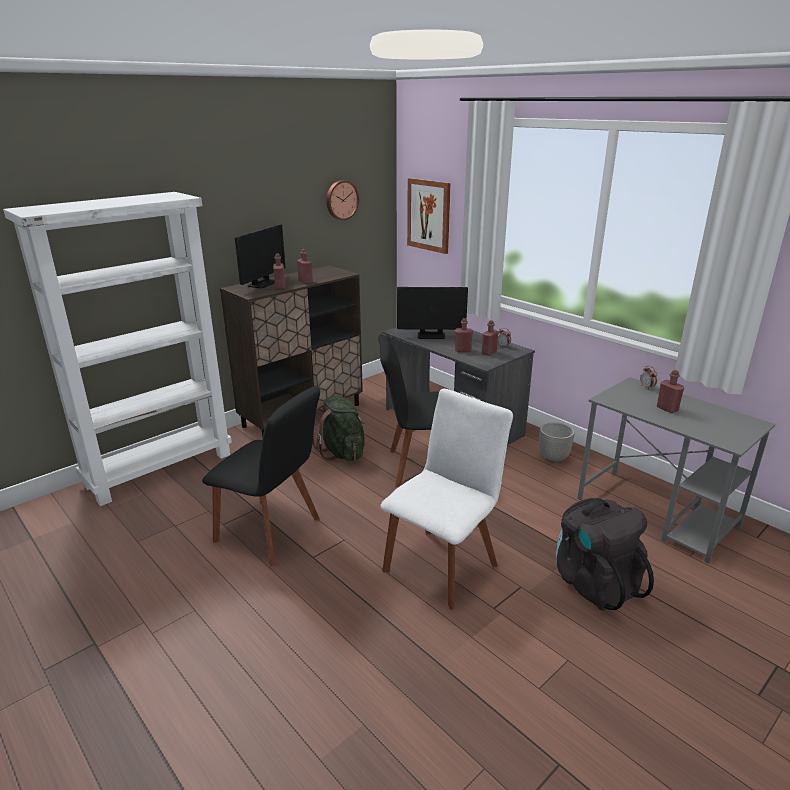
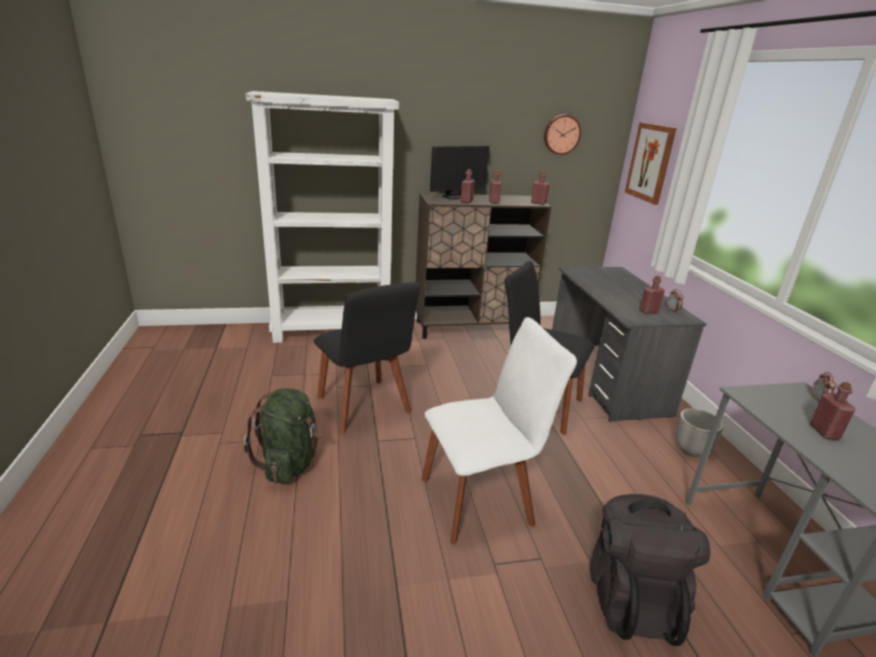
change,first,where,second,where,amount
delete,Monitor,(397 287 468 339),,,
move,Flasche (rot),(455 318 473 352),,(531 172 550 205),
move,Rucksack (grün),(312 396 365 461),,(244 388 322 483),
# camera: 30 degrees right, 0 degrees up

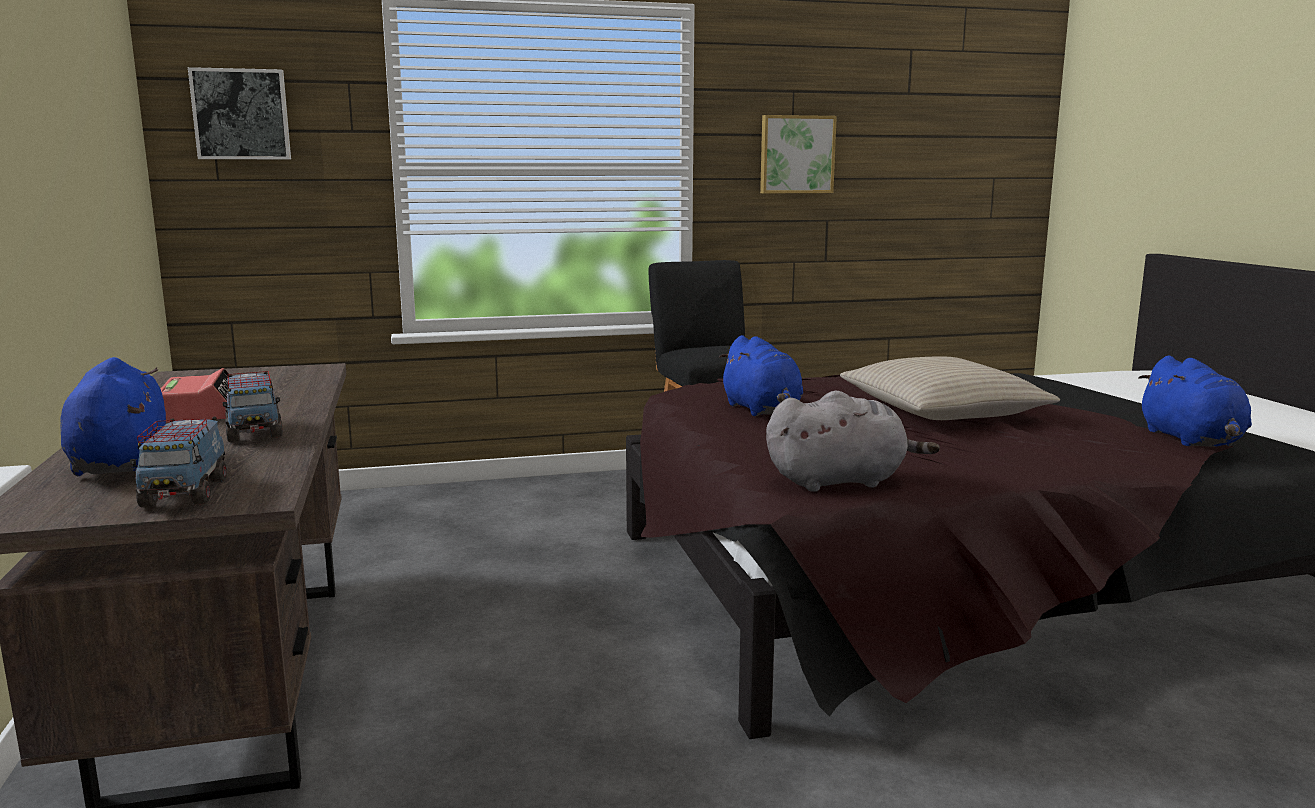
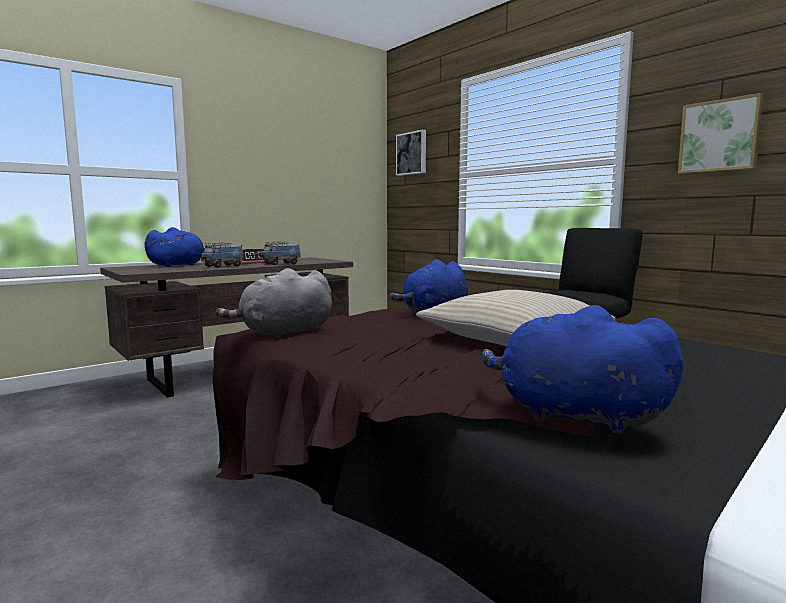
change,first,where,second,where,amount
rotate,Plüschtier (blau),(1138 356 1252 447),,(481 305 683 433),60 degrees clockwise
rotate,Plüschtier (grau),(766 391 940 492),,(216 268 332 339),90 degrees clockwise
move,Spielzeuglaster,(130 416 227 508),,(260 242 301 265),
# camera: 65 degrees right, 5 degrees down

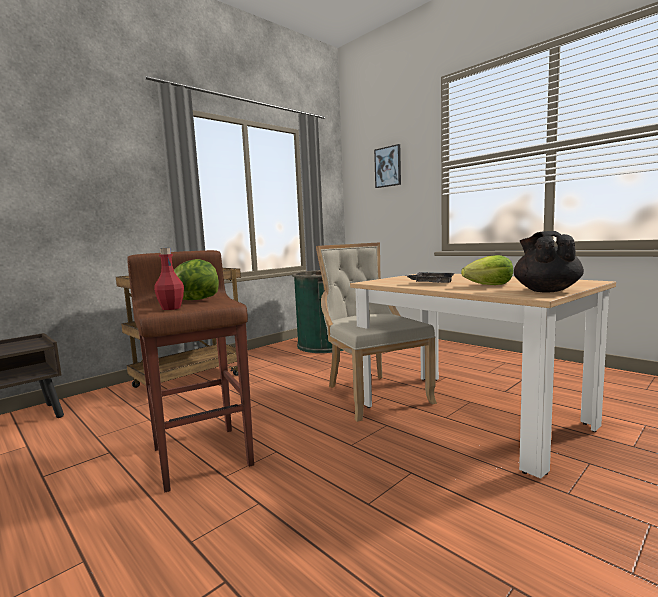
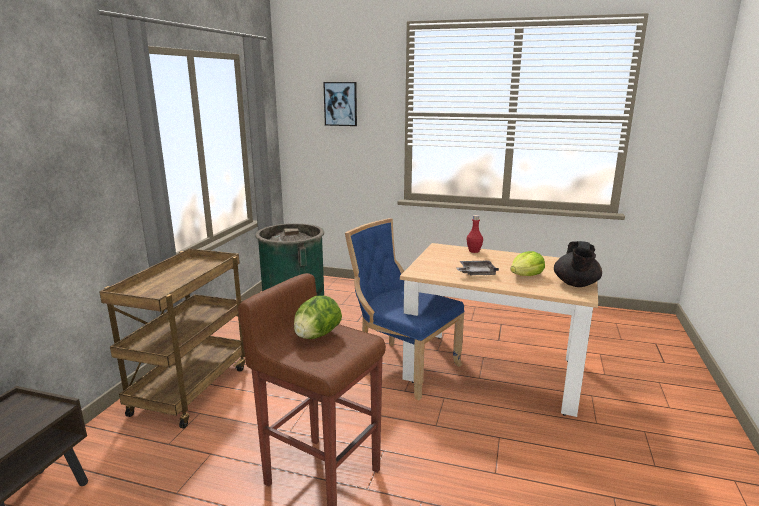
change,first,where,second,where,amount
rotate,Teekanne (schwarz),(514 231 584 293),,(554 241 602 287),135 degrees counterclockwise
recolor,Stuhl (beige),(316 243 437 422),Stuhl (blau),(345 218 465 400),
move,Flasche (rot),(154 248 184 310),,(466 215 483 253),
# camera: 30 degrees left, 10 degrees up

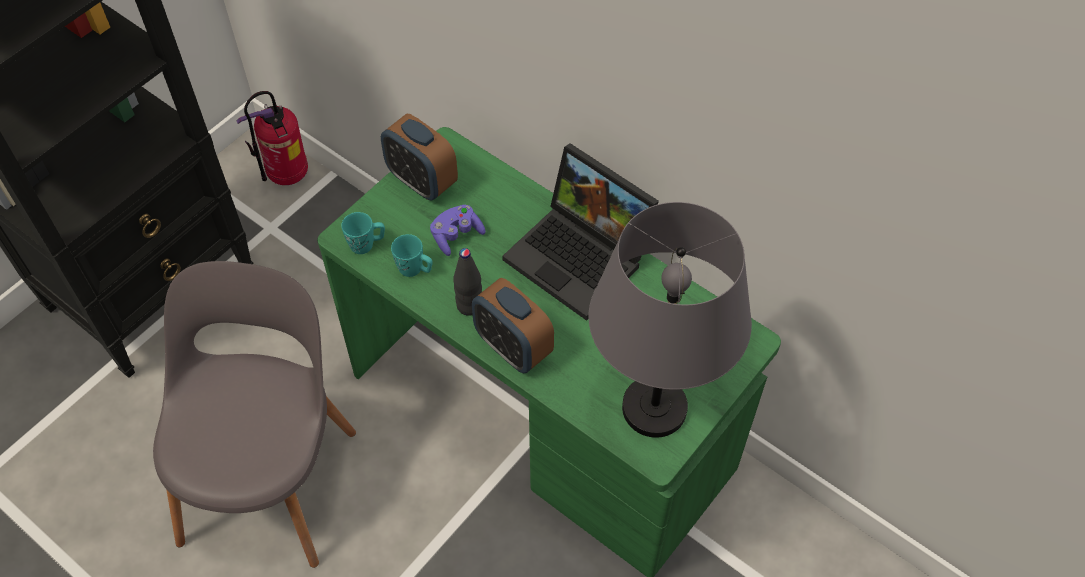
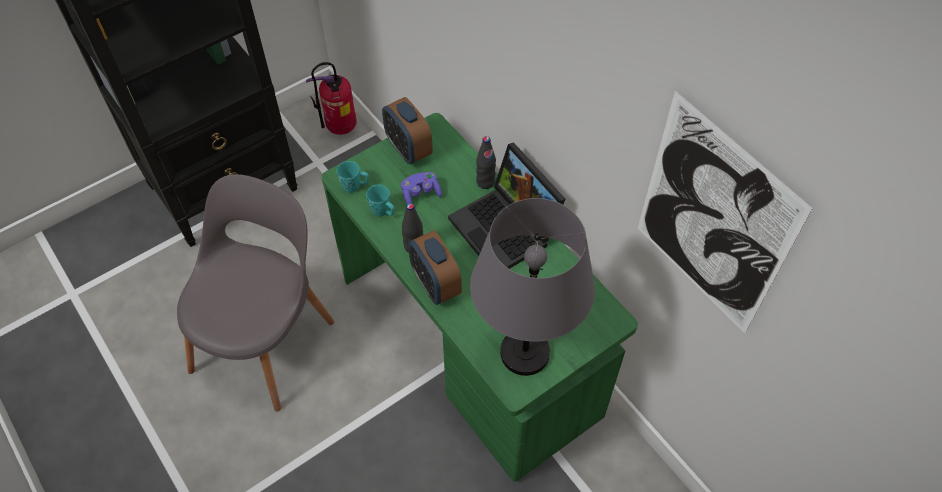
change,first,where,second,where,amount
insert,,,Bild,(638 91 813 333),
insert,,,Flasche (schwarz),(476 136 496 189),
# camera: 15 degrees right, 0 degrees up

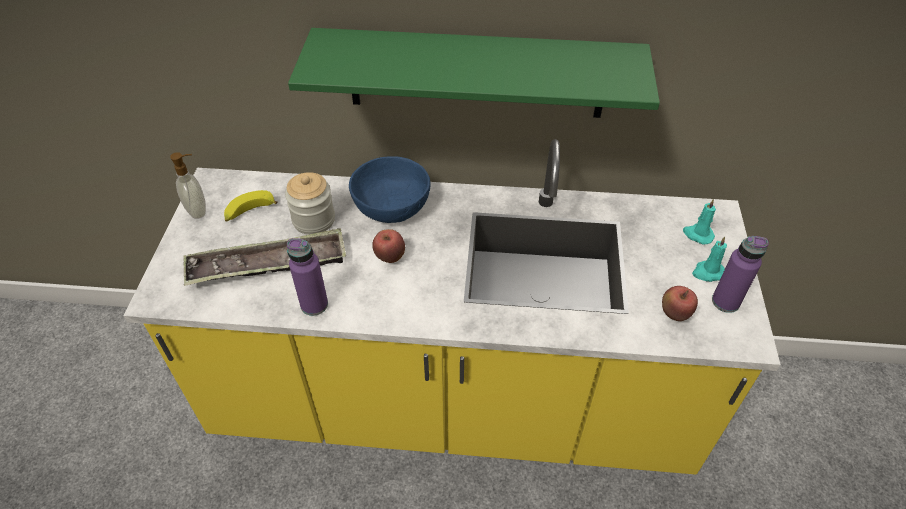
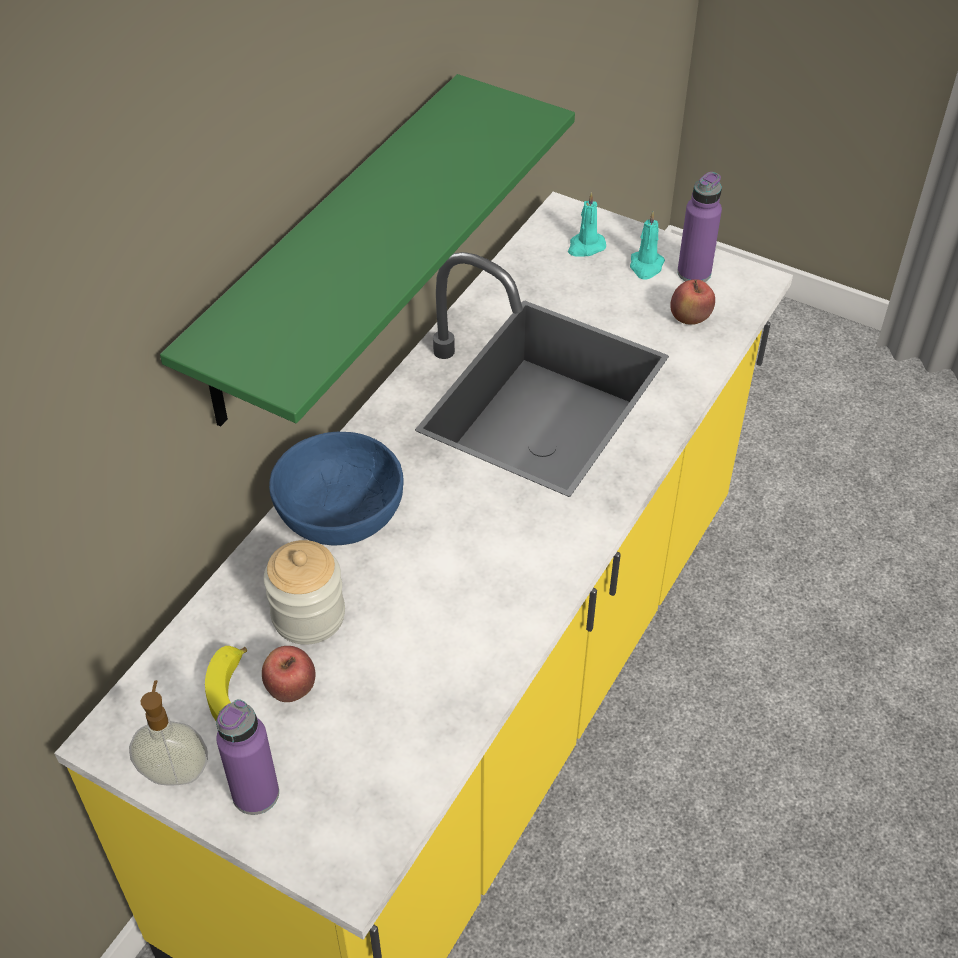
change,first,where,second,where,amount
delete,Tablett,(183 228 346 286),,,
move,Apfel,(372 229 405 263),,(262 646 315 702),
move,Flasche (lila),(287 238 328 316),,(216 699 279 815),
# camera: 65 degrees left, 0 degrees up

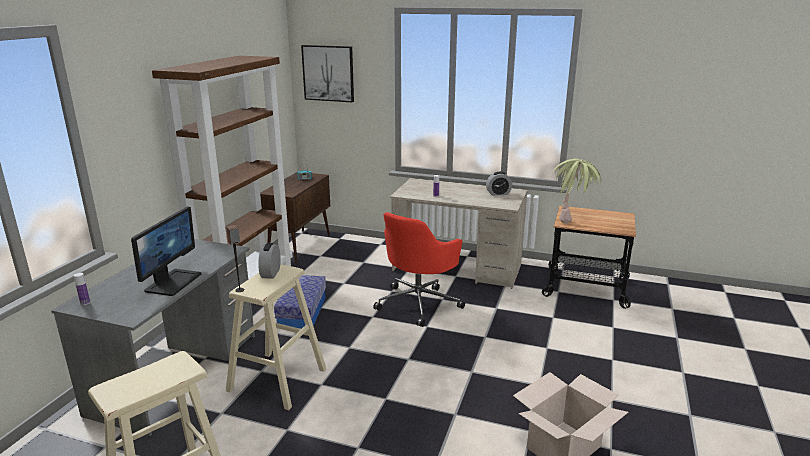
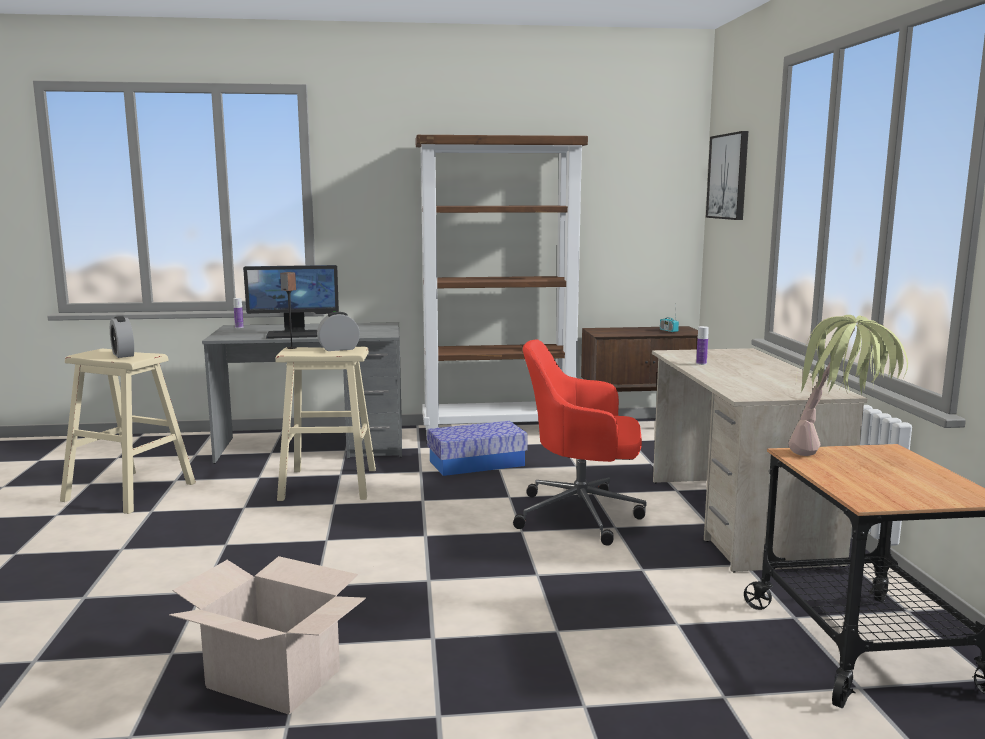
change,first,where,second,where,amount
move,Wecker,(486 172 512 196),,(110 316 134 358),
# camera: 65 degrees right, 10 degrees down

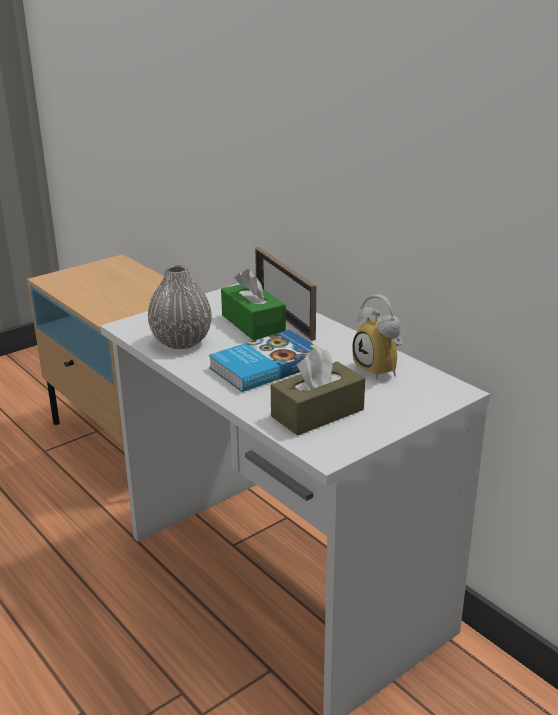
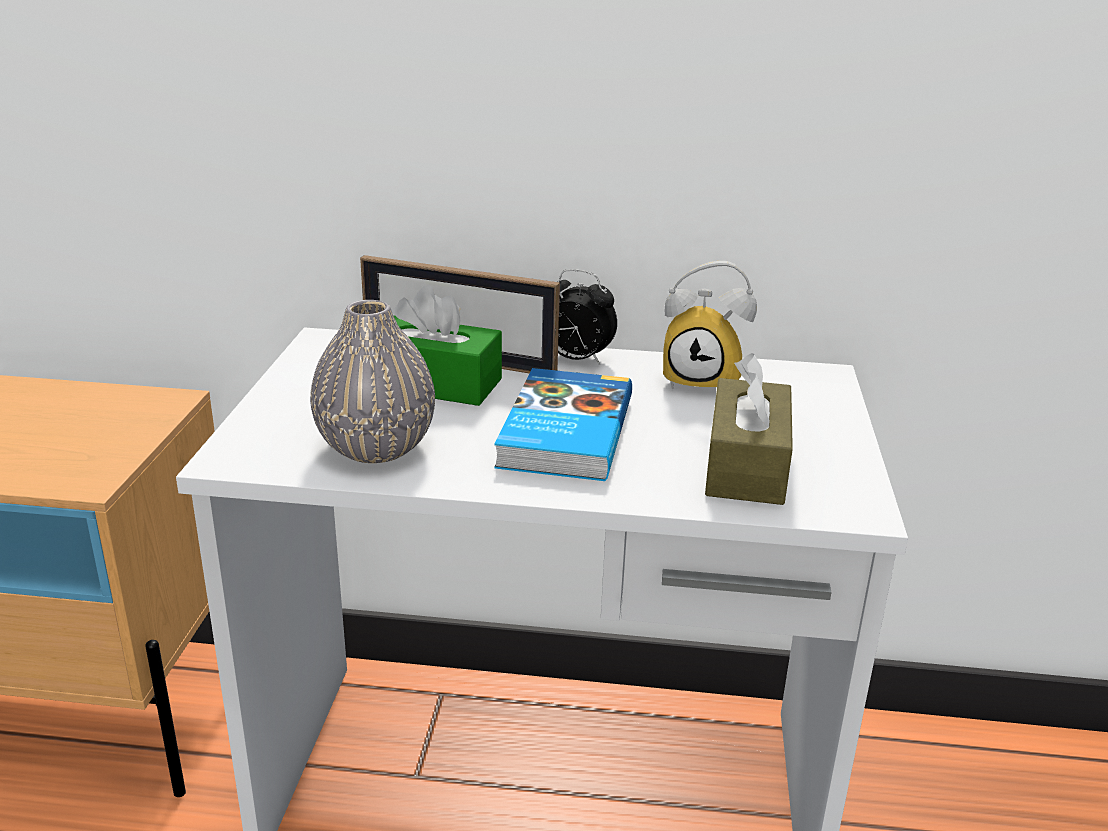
change,first,where,second,where,amount
insert,,,Wecker,(553 269 617 365),
# camera: 45 degrees left, 0 degrees up

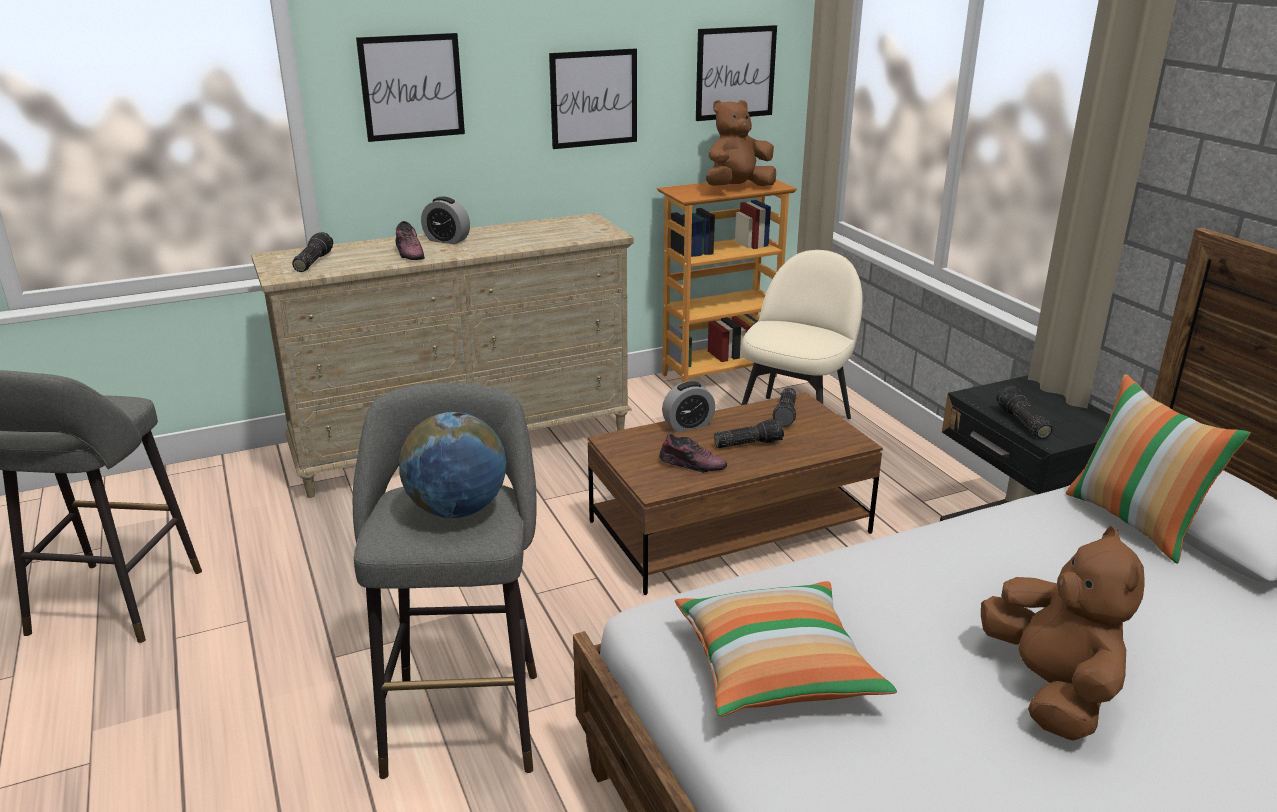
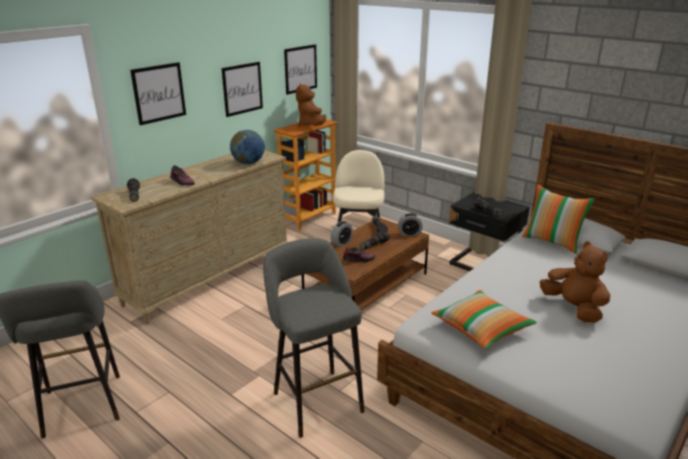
change,first,where,second,where,amount
rotate,Plüschtier (braun),(706 100 776 186),,(296 83 326 126),45 degrees counterclockwise
move,Wecker,(421 197 470 244),,(398 213 423 236),
move,Globus,(399 412 506 518),,(230 130 265 164),
# camera: 25 degrees left, 0 degrees up

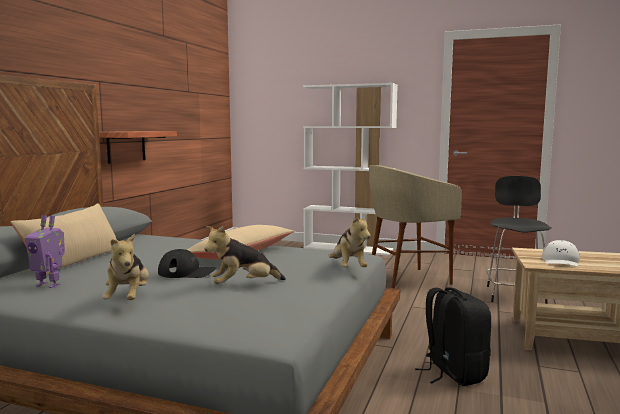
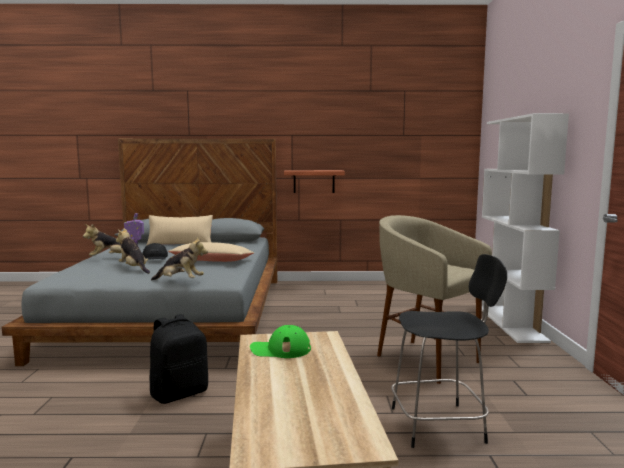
change,first,where,second,where,amount
rotate,Plüschtier,(328 213 371 267),,(151 236 208 281),135 degrees counterclockwise
recolor,Kappe (weiß),(542 240 580 267),Kappe (grün),(250 325 311 358),
# camera: 70 degrees right, 0 degrees up

